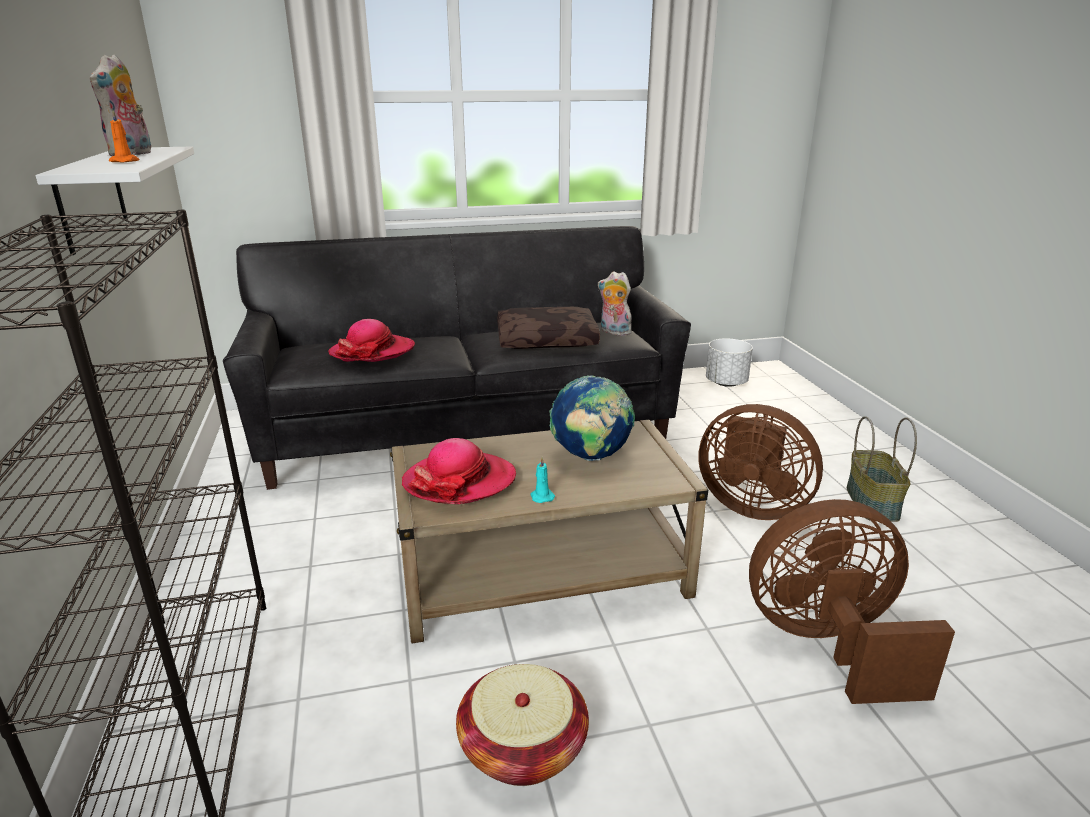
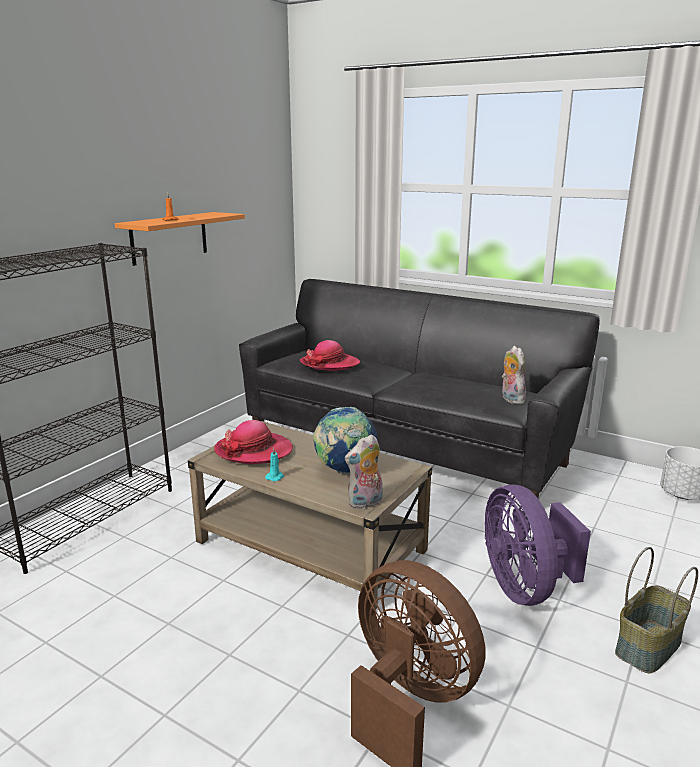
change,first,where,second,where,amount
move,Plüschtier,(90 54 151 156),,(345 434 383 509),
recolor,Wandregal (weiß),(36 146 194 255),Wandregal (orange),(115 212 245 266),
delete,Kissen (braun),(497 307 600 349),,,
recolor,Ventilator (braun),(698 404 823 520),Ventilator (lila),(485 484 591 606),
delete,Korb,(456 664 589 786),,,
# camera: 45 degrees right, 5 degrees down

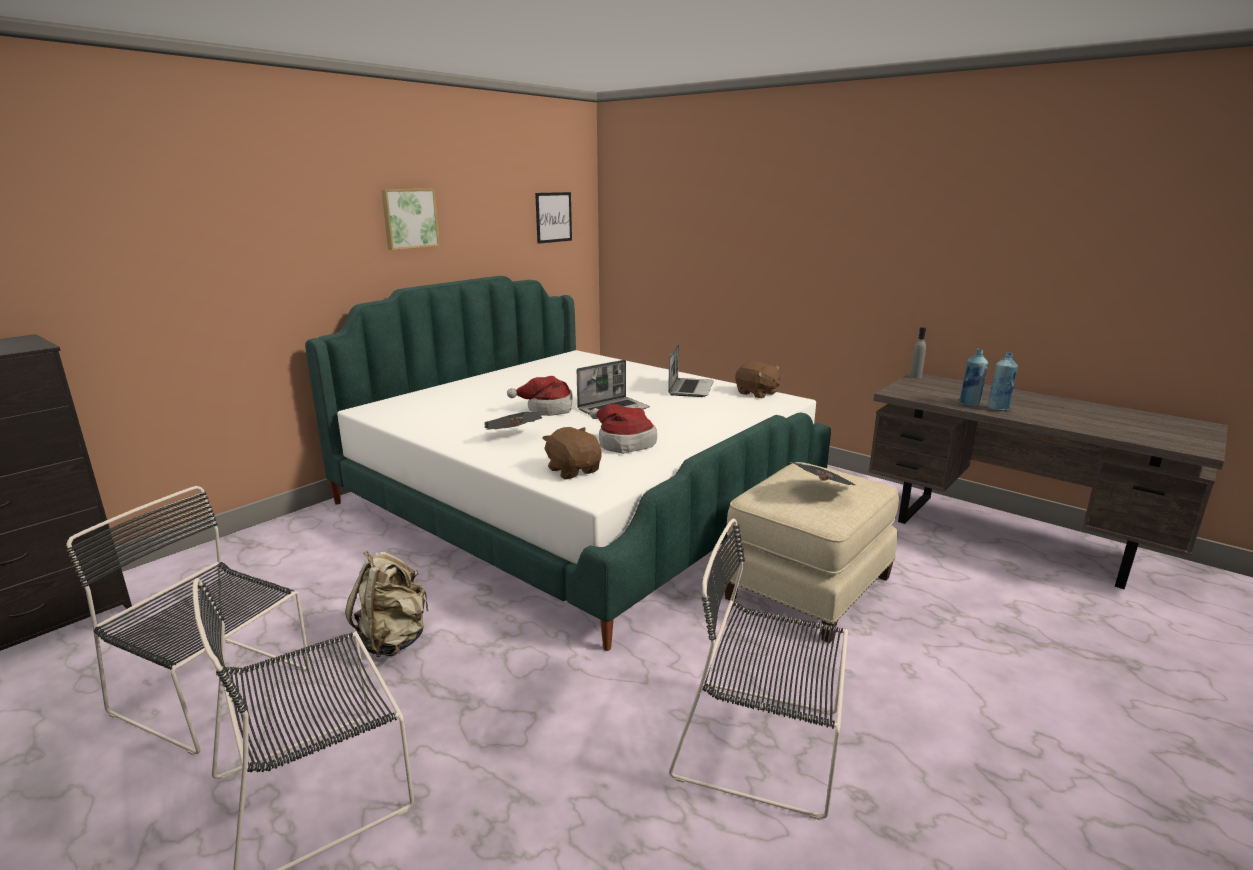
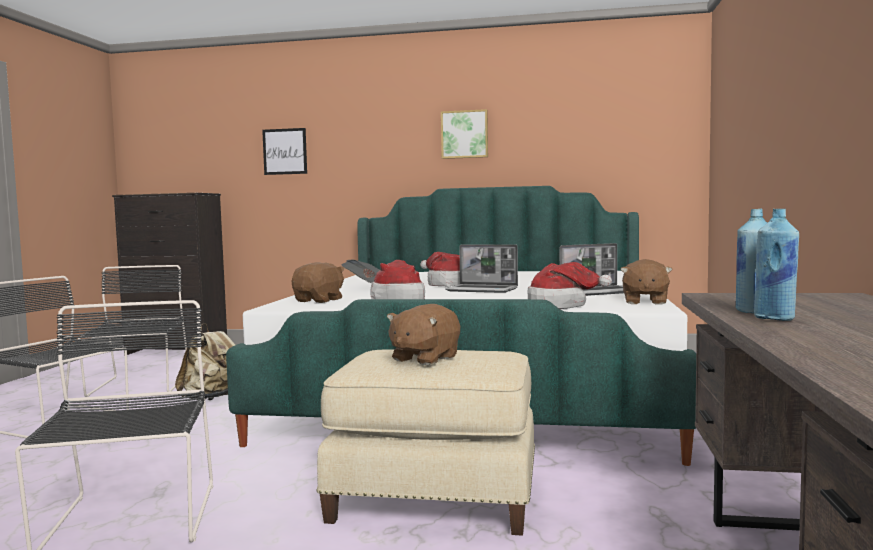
change,first,where,second,where,amount
move,Bild,(535 192 572 244),,(262 128 307 175),
delete,Flasche (grau),(910 327 926 378),,,
replace,Zeitung,(790 462 855 486),Plüschtier (braun),(387 304 460 365),
insert,,,Hut,(527 262 612 309),
# camera: 60 degrees right, 15 degrees down

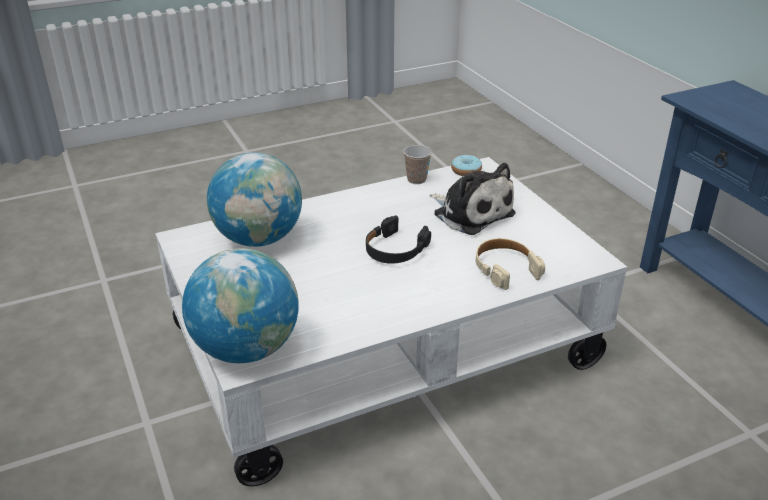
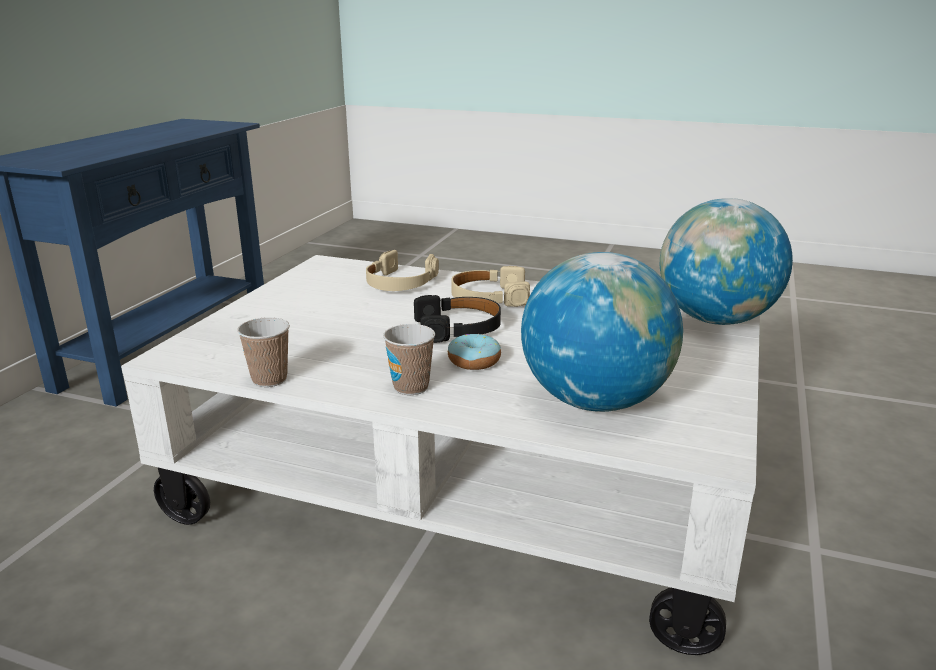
change,first,where,second,where,amount
move,Donut,(451 155 482 176),,(448 334 501 370),
delete,Plüschtier,(430 163 516 235),,,
insert,,,Kopfhörer (beige),(451 266 530 307),
insert,,,Tasse,(383 324 435 395),
# camera: 135 degrees left, 10 degrees down

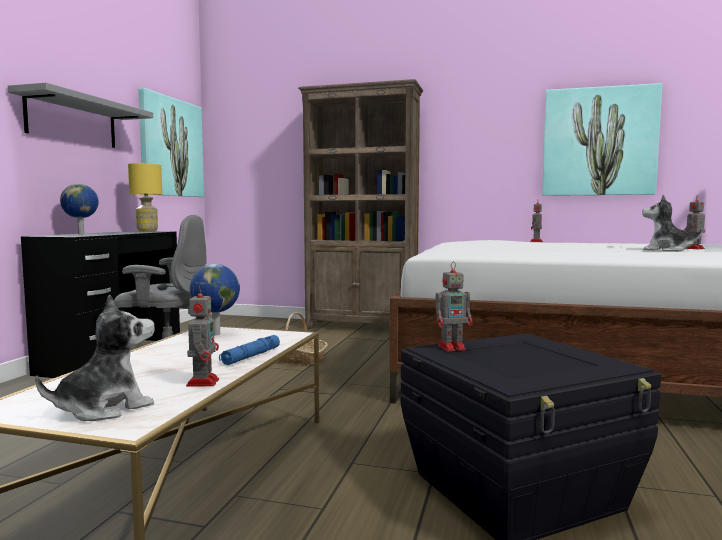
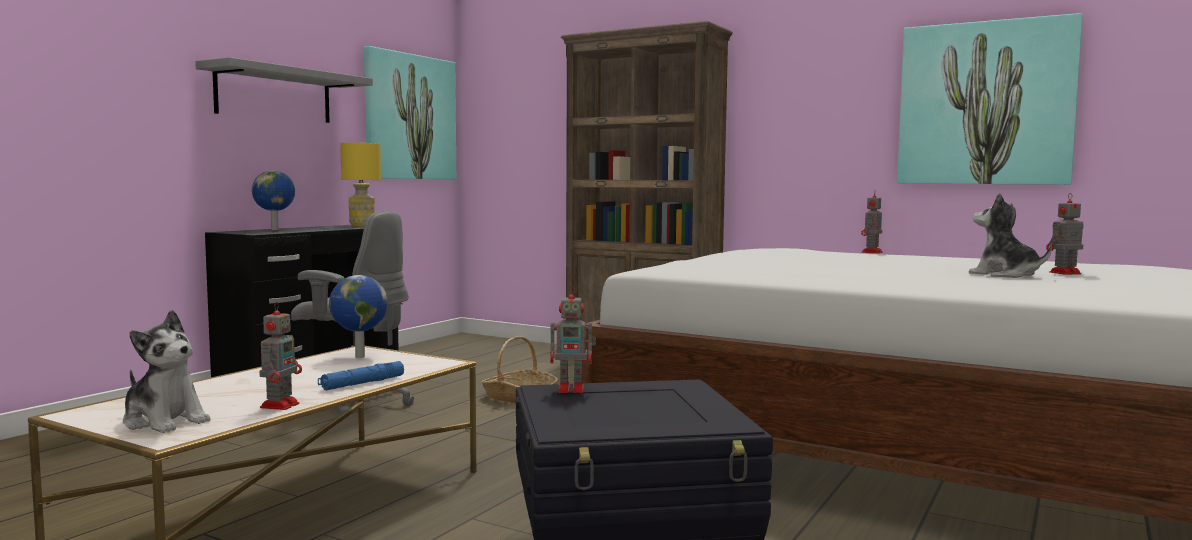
change,first,where,second,where,amount
rotate,Plüschtier,(35 294 155 421),,(123 310 210 433),60 degrees clockwise
# camera: 15 degrees right, 0 degrees up

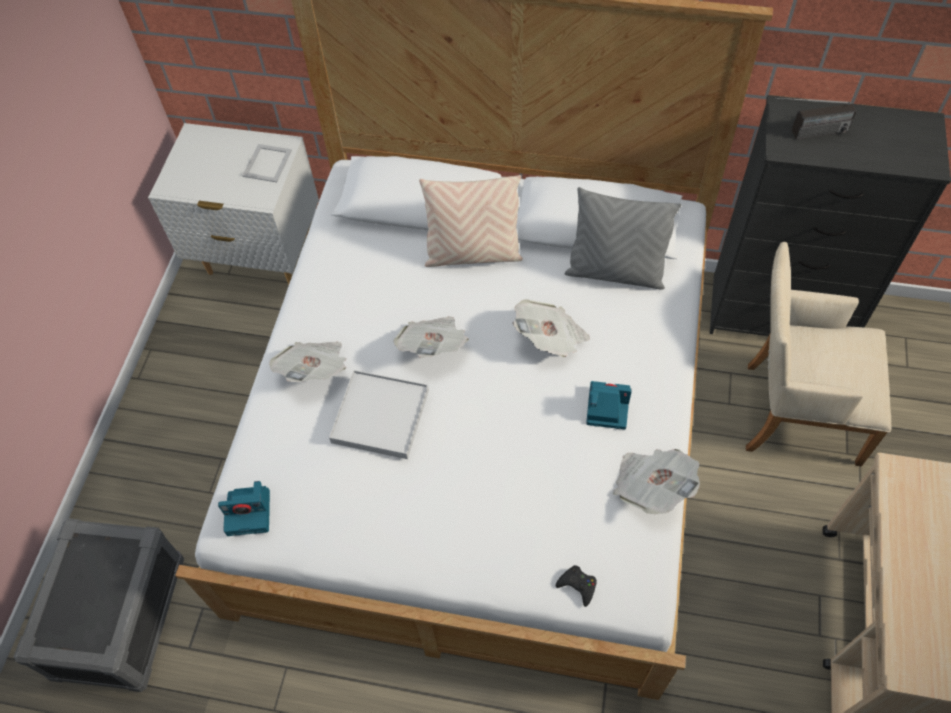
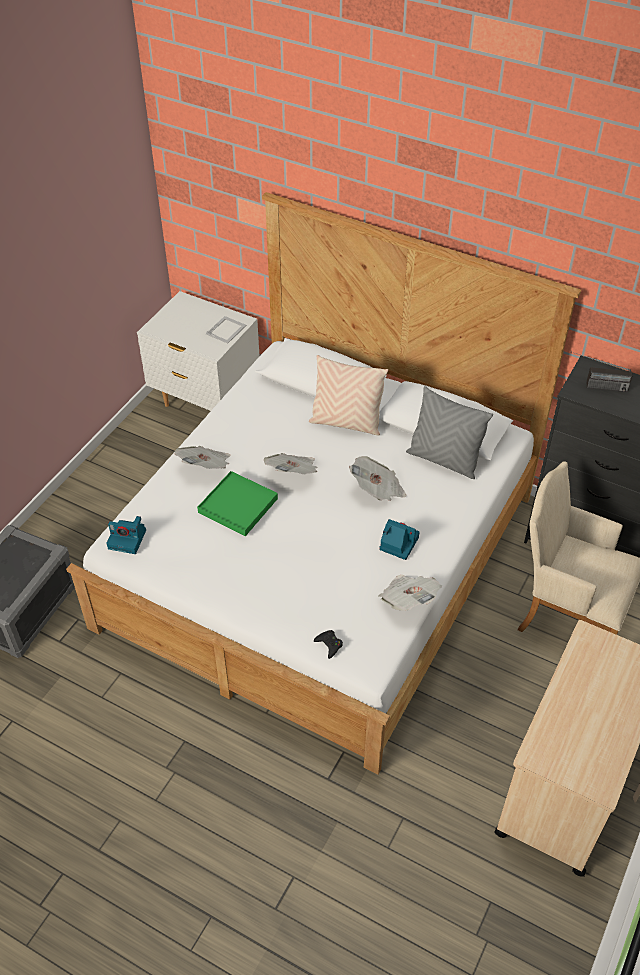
change,first,where,second,where,amount
recolor,Tablett (weiß),(329 370 429 459),Tablett (grün),(197 471 278 536),
# camera: 15 degrees right, 10 degrees down

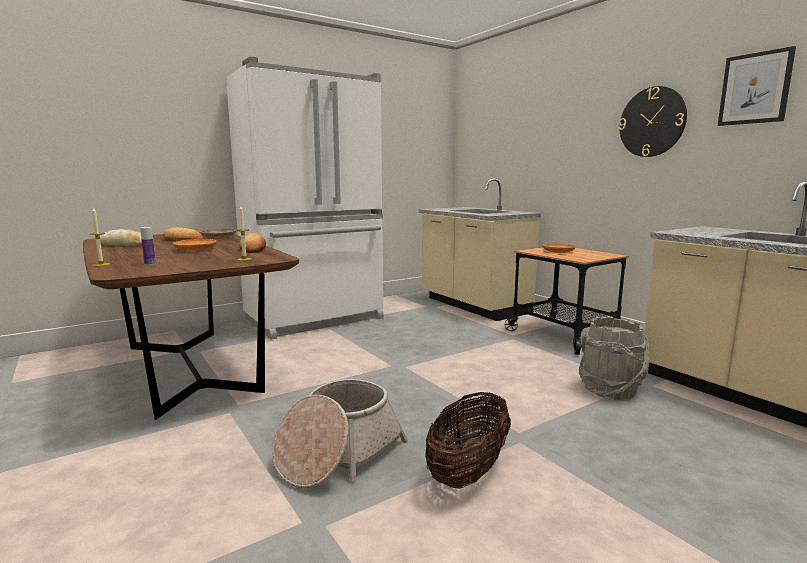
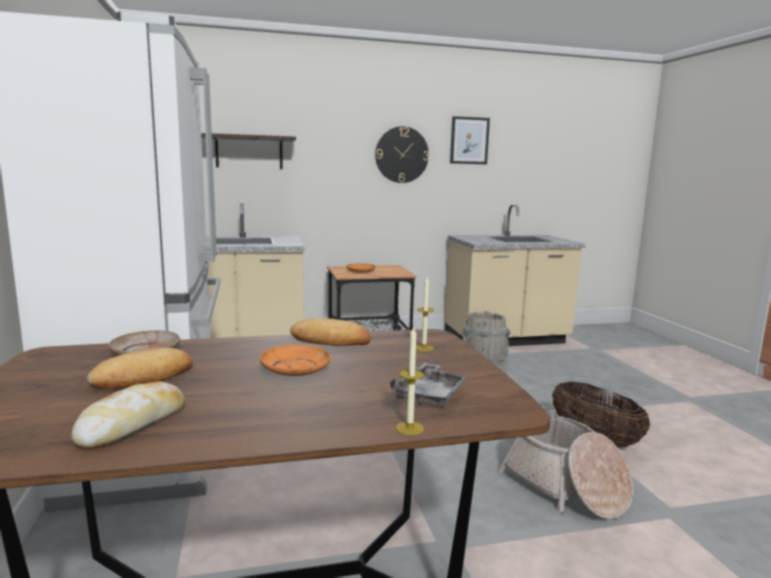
change,first,where,second,where,amount
replace,Flasche,(140 227 156 265),Tablett (grau),(390 363 468 405),
insert,,,Wandregal,(201 133 296 169),
# camera: 70 degrees left, 0 degrees up

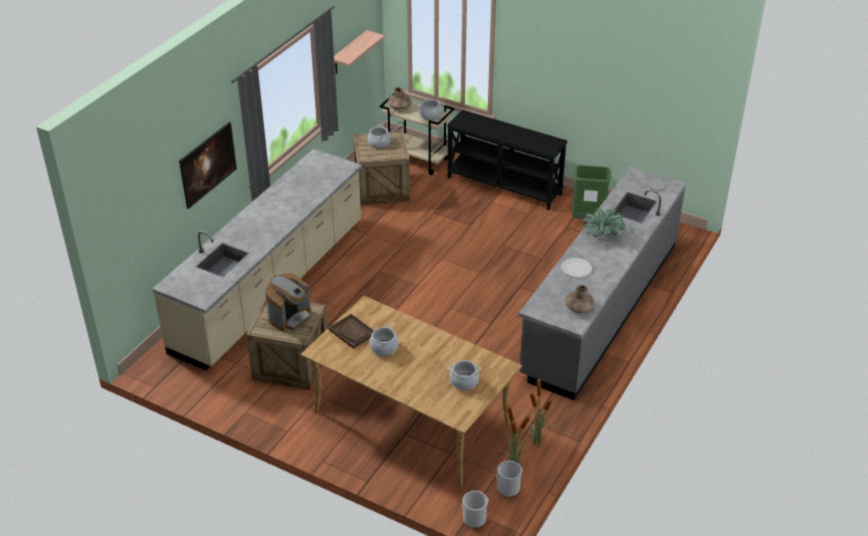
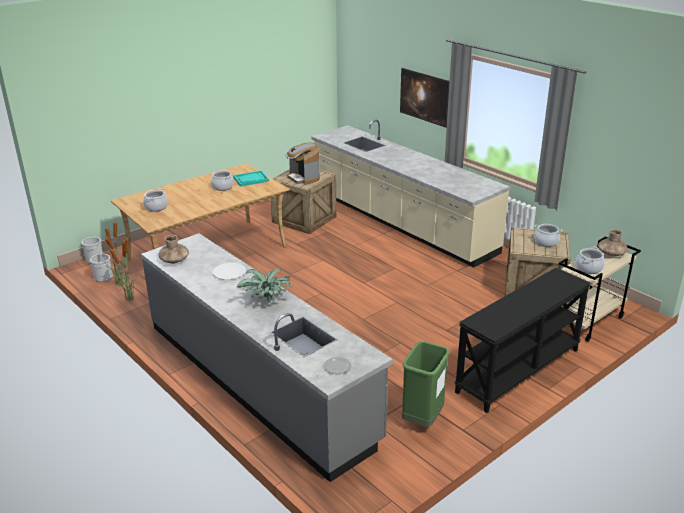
change,first,where,second,where,amount
delete,Wandregal,(334 30 385 74),,,
recolor,Tablett (braun),(328 314 374 349),Tablett (türkis),(233 170 269 187),
# camera: 110 degrees right, 10 degrees down

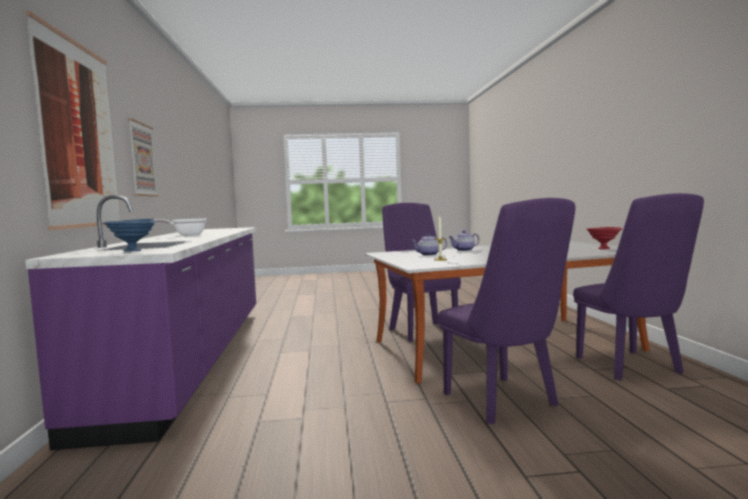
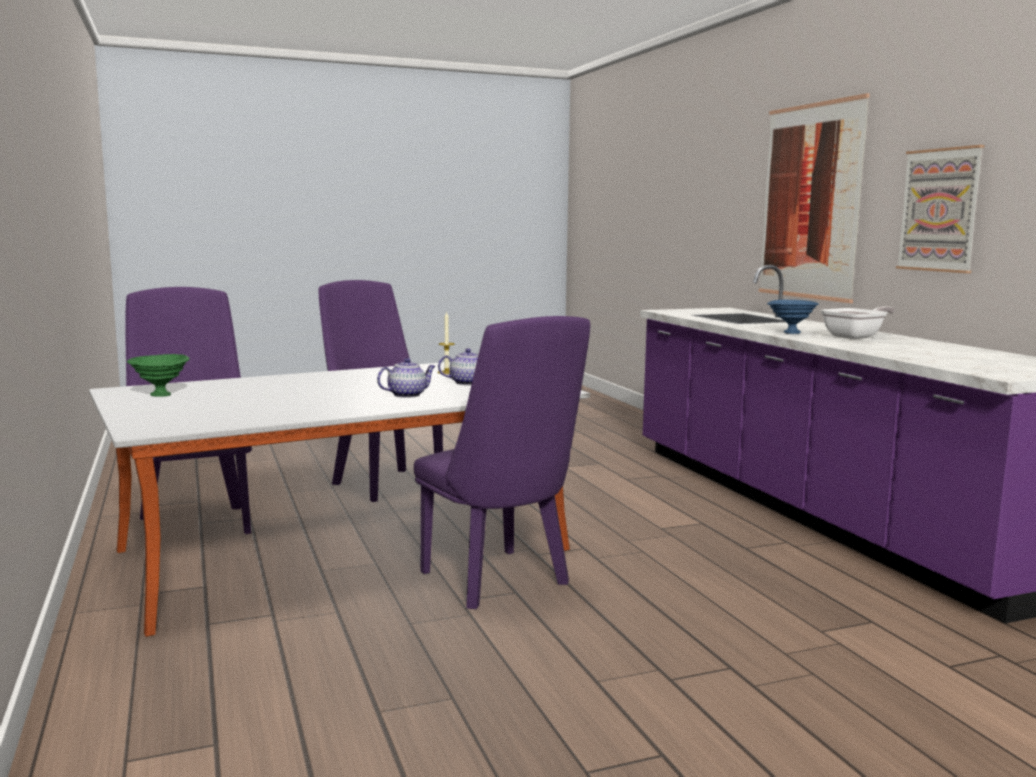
change,first,where,second,where,amount
move,Schüssel (blau),(103 219 157 251),,(767 300 819 334),
recolor,Schüssel (rot),(586 227 622 249),Schüssel (grün),(127 354 189 397),
# camera: 165 degrees right, 5 degrees up

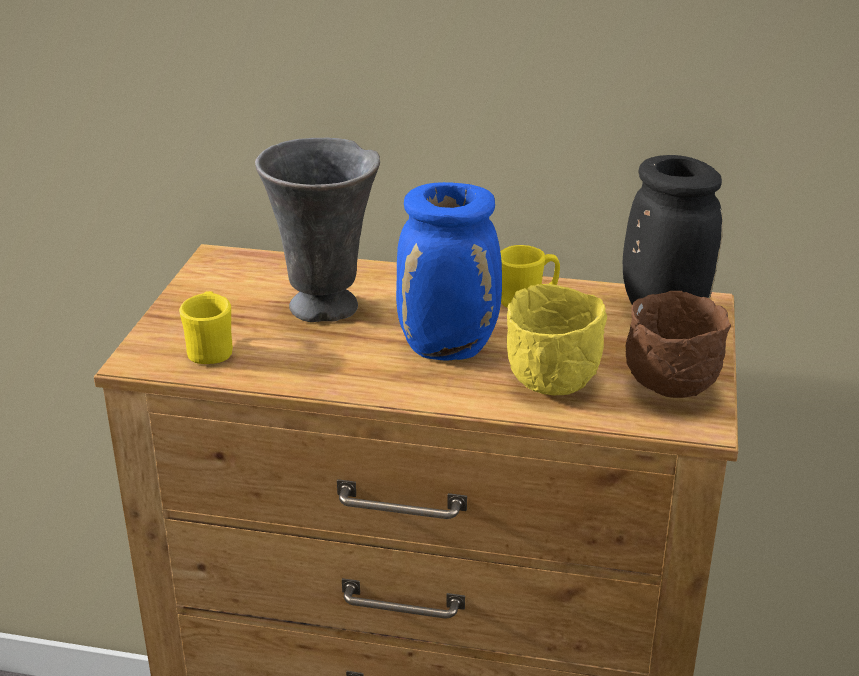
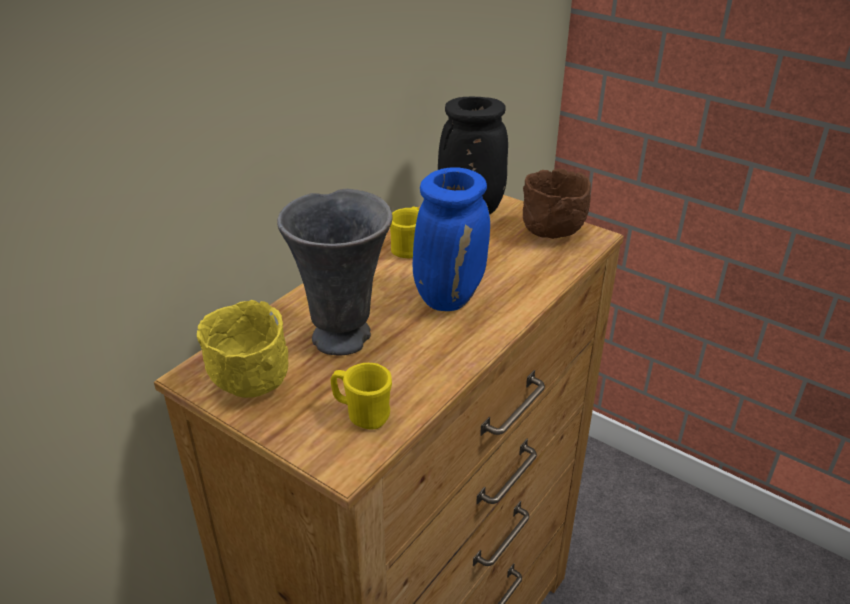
change,first,where,second,where,amount
move,Schüssel (gelb),(507 284 607 395),,(197 300 289 398),
# camera: 65 degrees left, 5 degrees up

